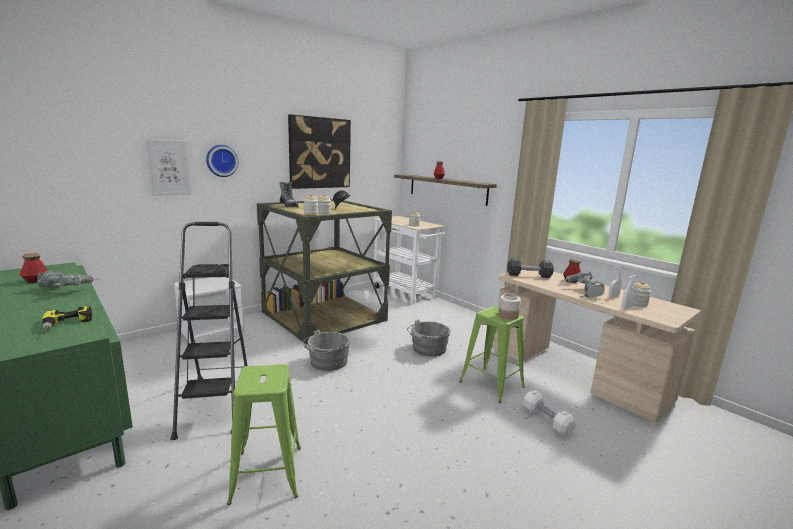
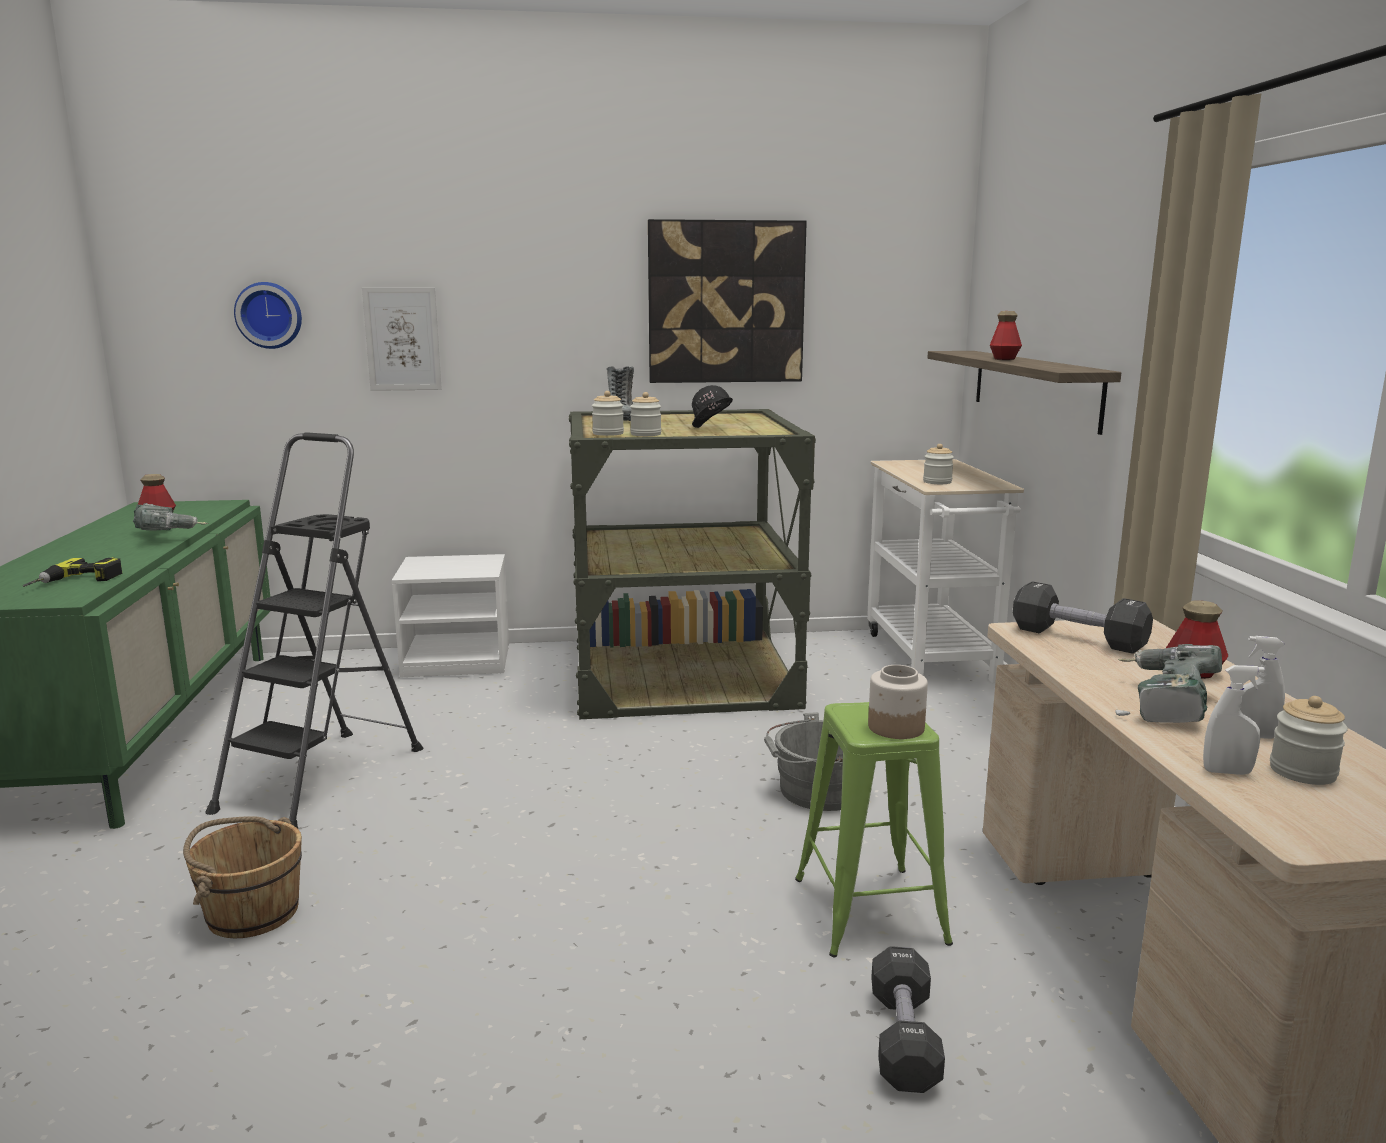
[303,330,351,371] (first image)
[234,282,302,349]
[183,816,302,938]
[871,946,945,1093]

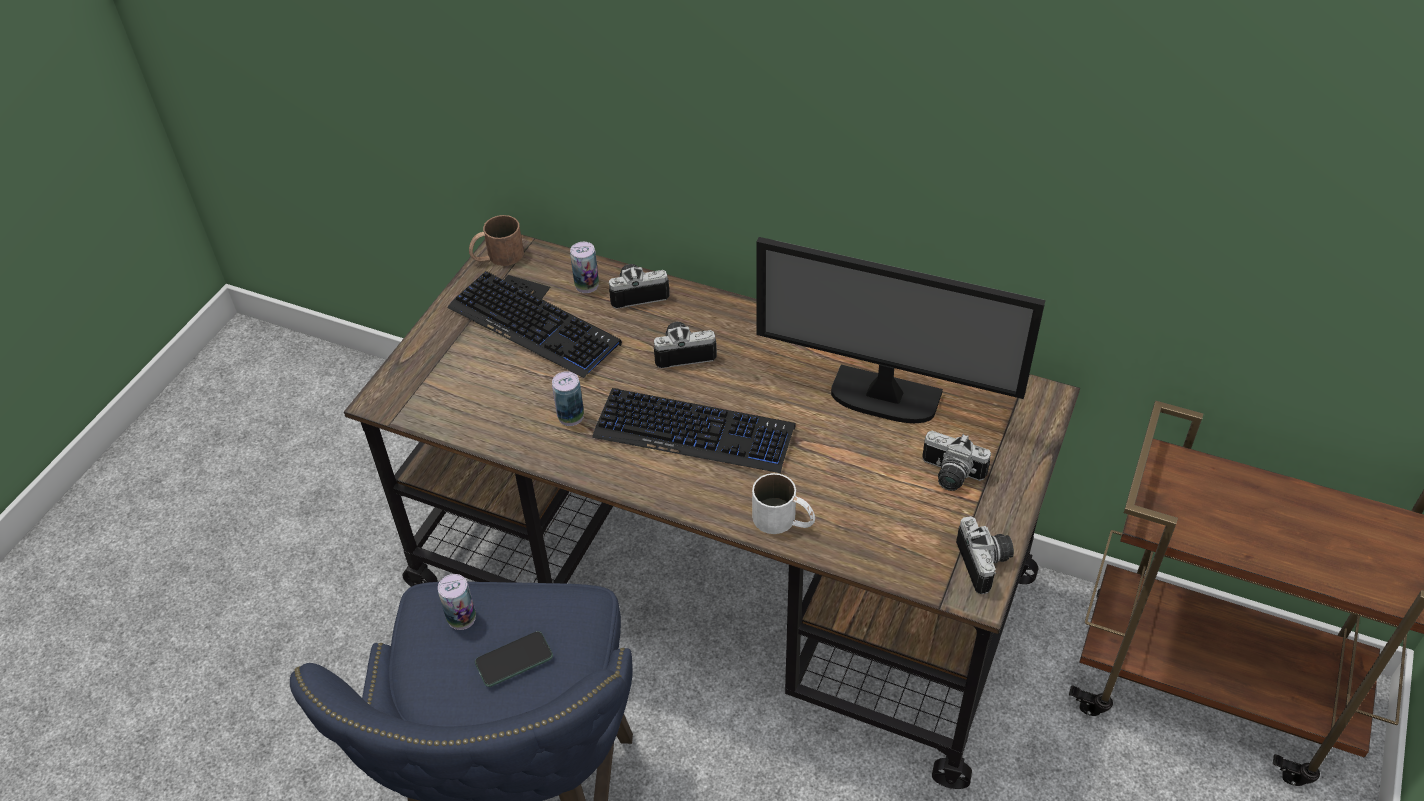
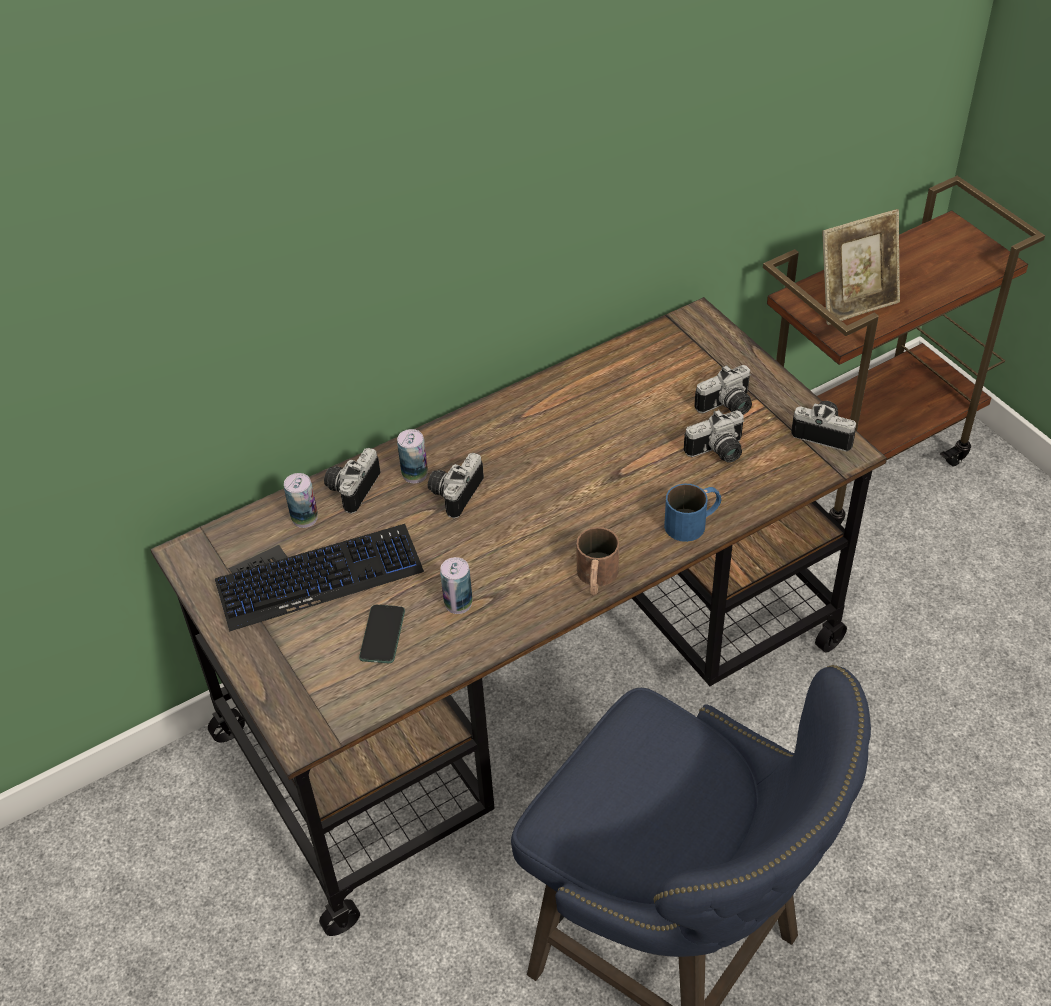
[592,388,795,473] (first image)
[756,237,1045,423] (first image)
[684,409,744,463]
[822,209,900,325]
[397,429,428,483]
[576,527,619,596]
[359,605,405,663]
[664,483,721,542]

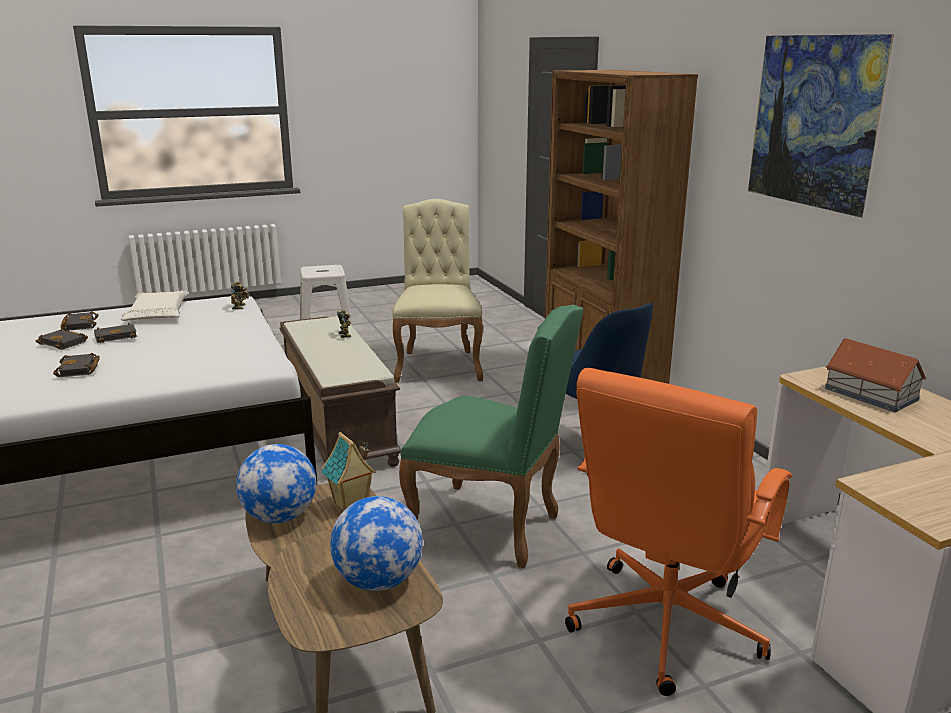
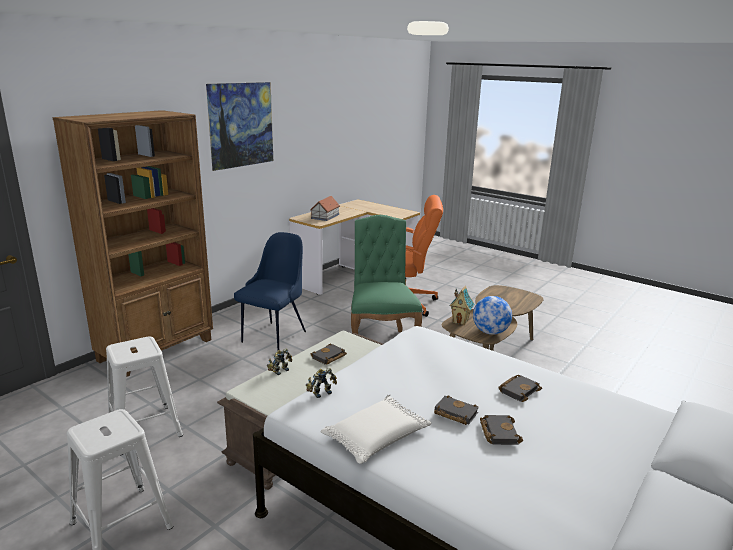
[330,496,423,591] (first image)
[311,344,347,365]
[106,337,183,456]

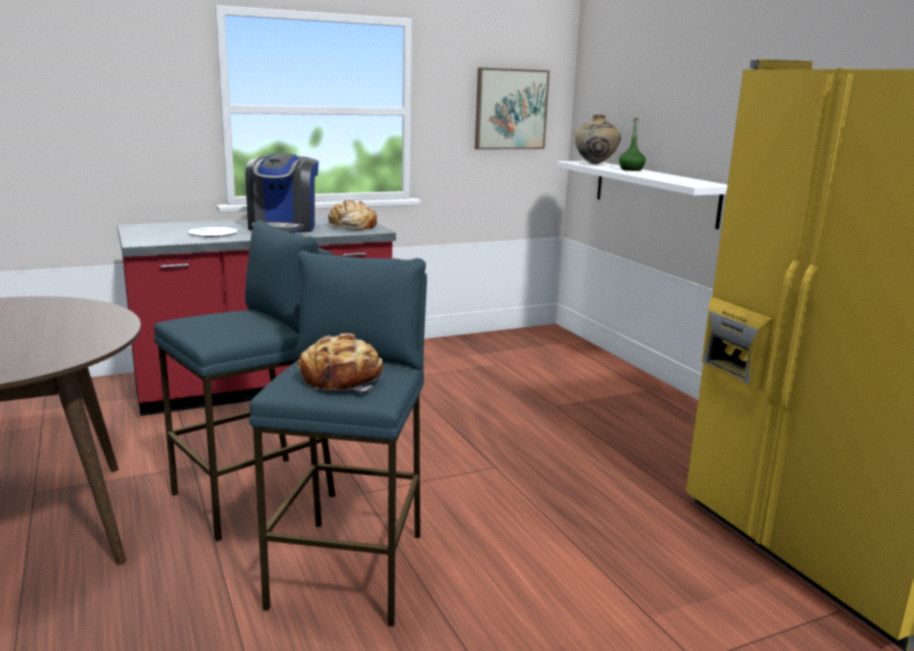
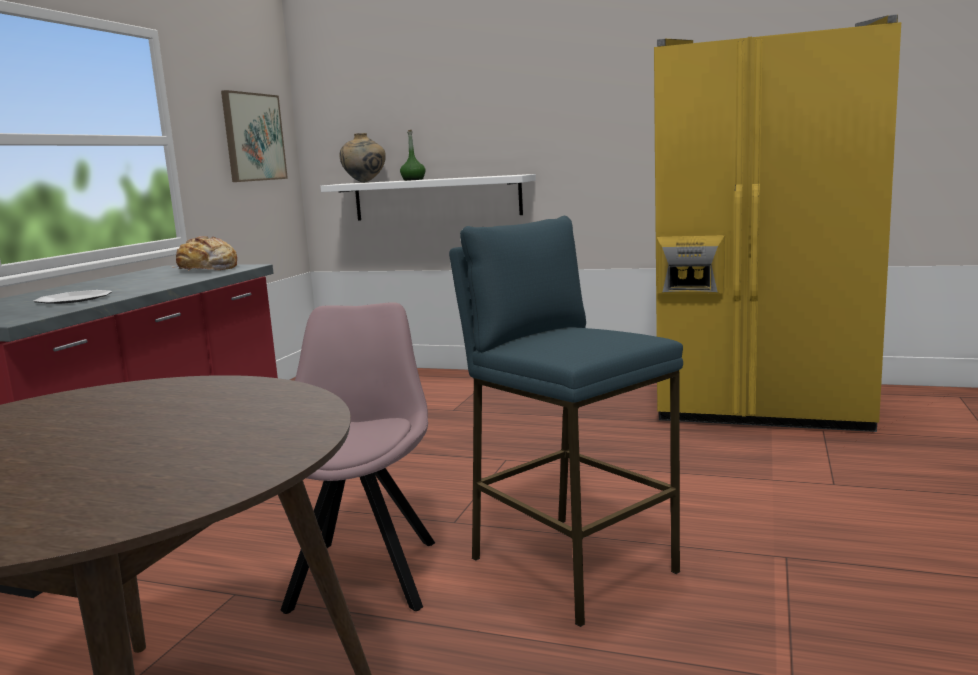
[245,153,319,233] (first image)
[297,333,383,391] (first image)
[281,302,435,614]

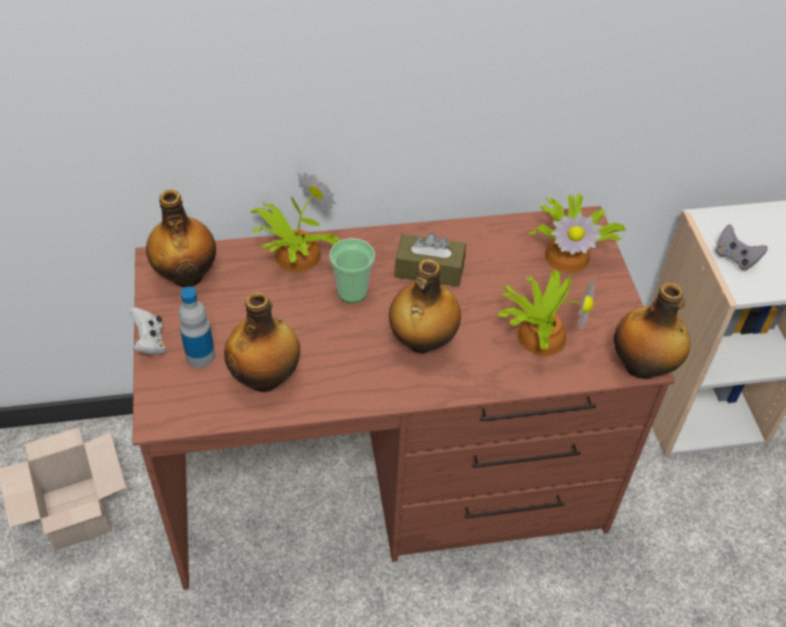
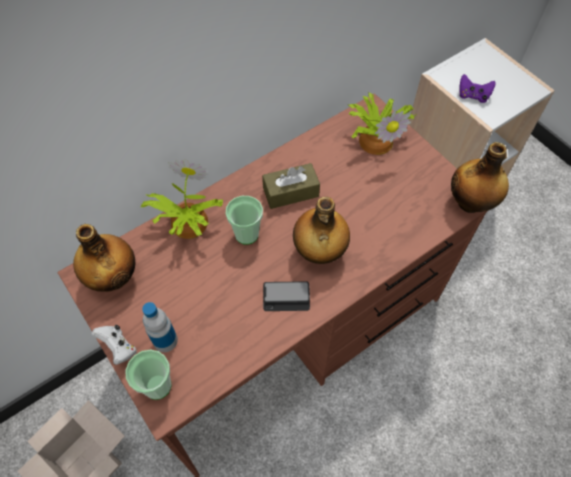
[224,292,300,392] (first image)
[498,269,595,356] (first image)
[125,349,171,400]
[263,281,310,311]
[459,74,496,103]

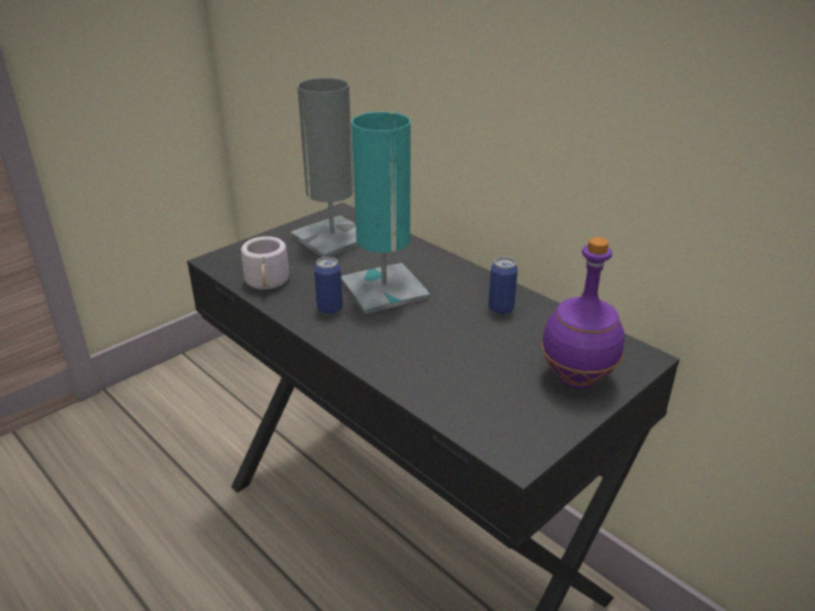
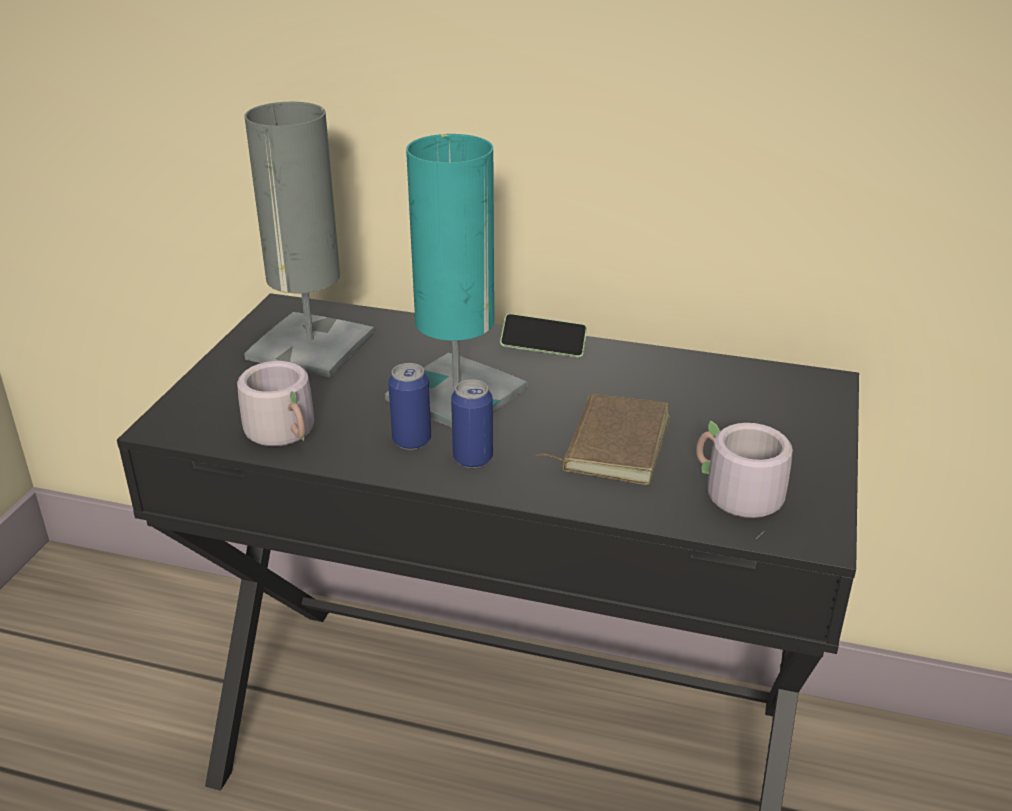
[541,237,624,388] (first image)
[500,314,587,358]
[536,394,670,485]
[696,421,793,539]
[451,379,493,468]

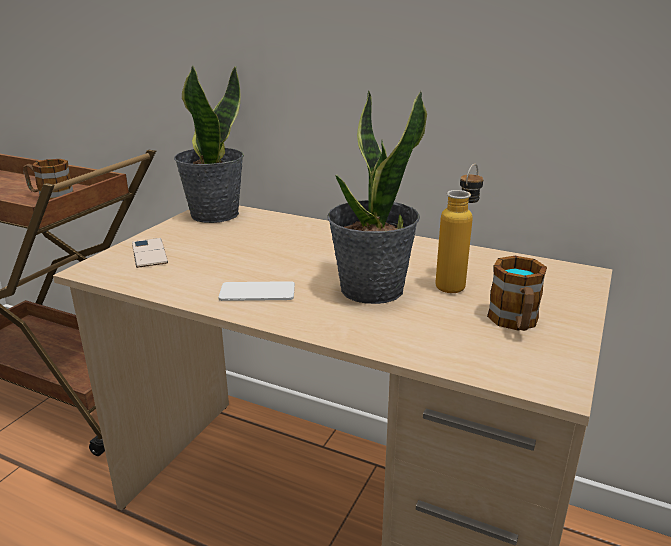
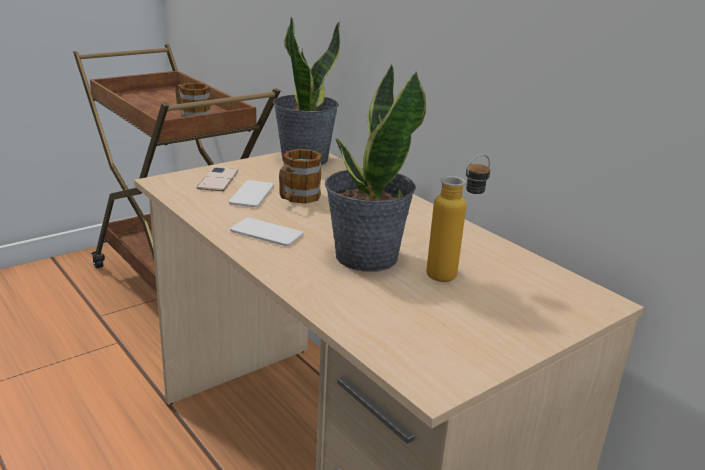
[229,180,274,207]
[279,149,322,204]

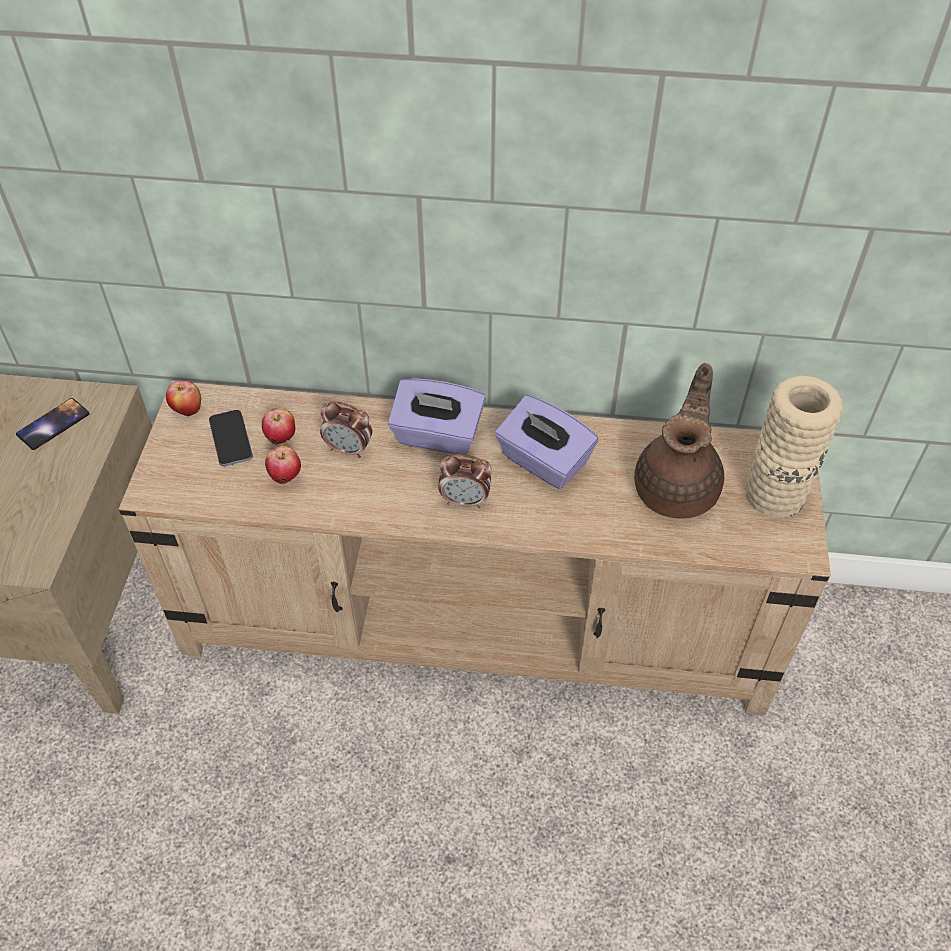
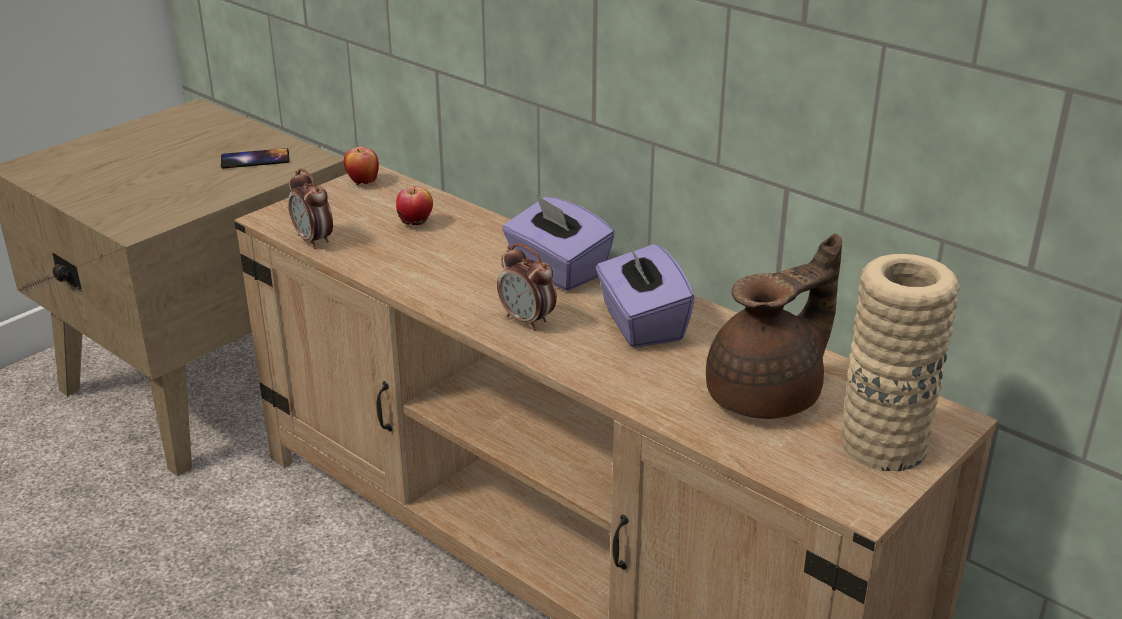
[209,410,253,466] (first image)
[265,446,301,484] (first image)
[288,169,333,249]

